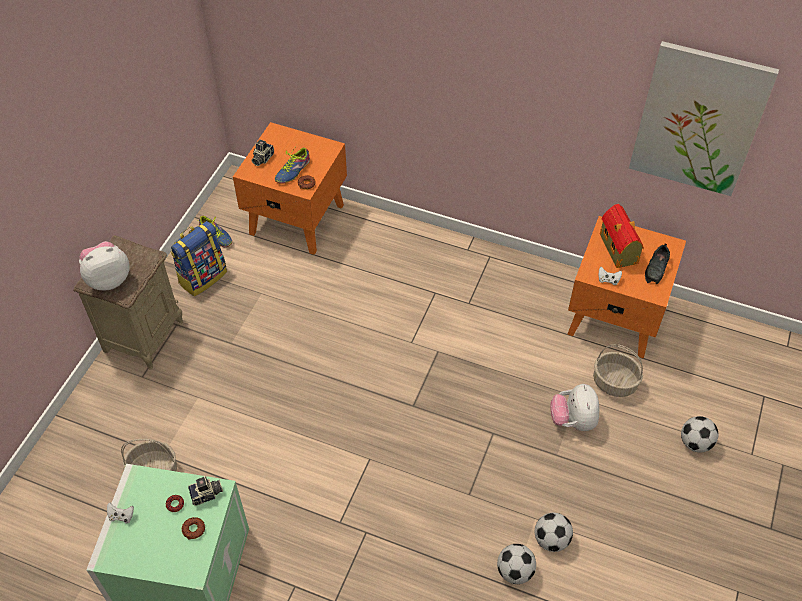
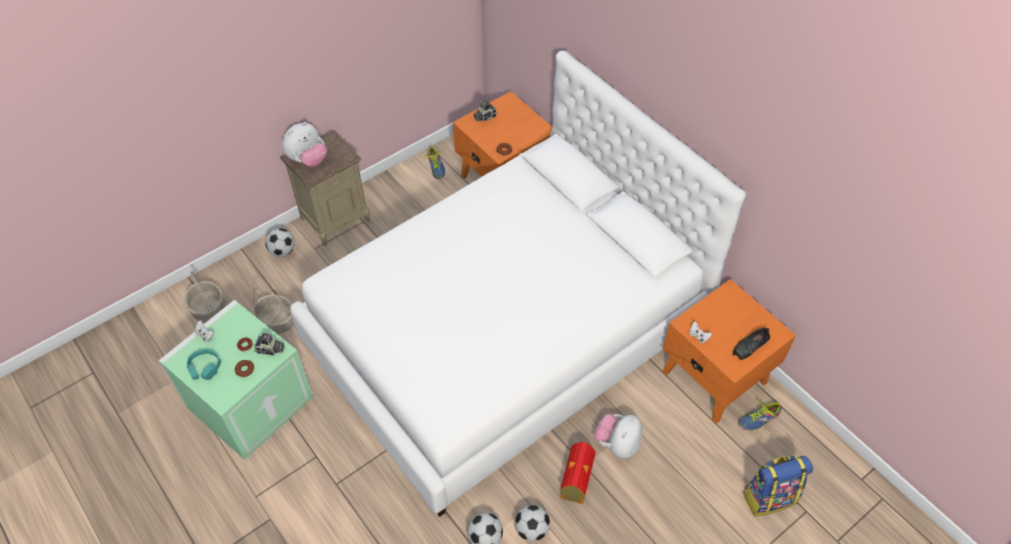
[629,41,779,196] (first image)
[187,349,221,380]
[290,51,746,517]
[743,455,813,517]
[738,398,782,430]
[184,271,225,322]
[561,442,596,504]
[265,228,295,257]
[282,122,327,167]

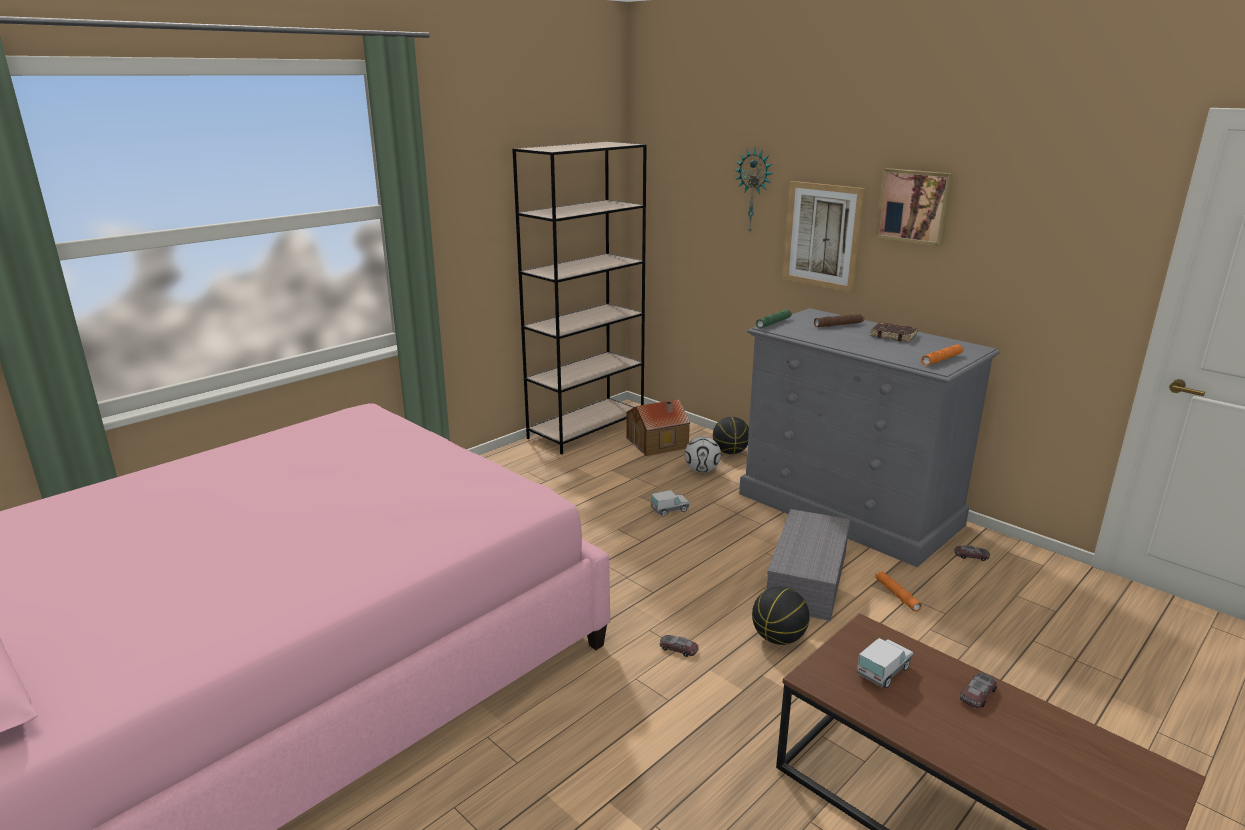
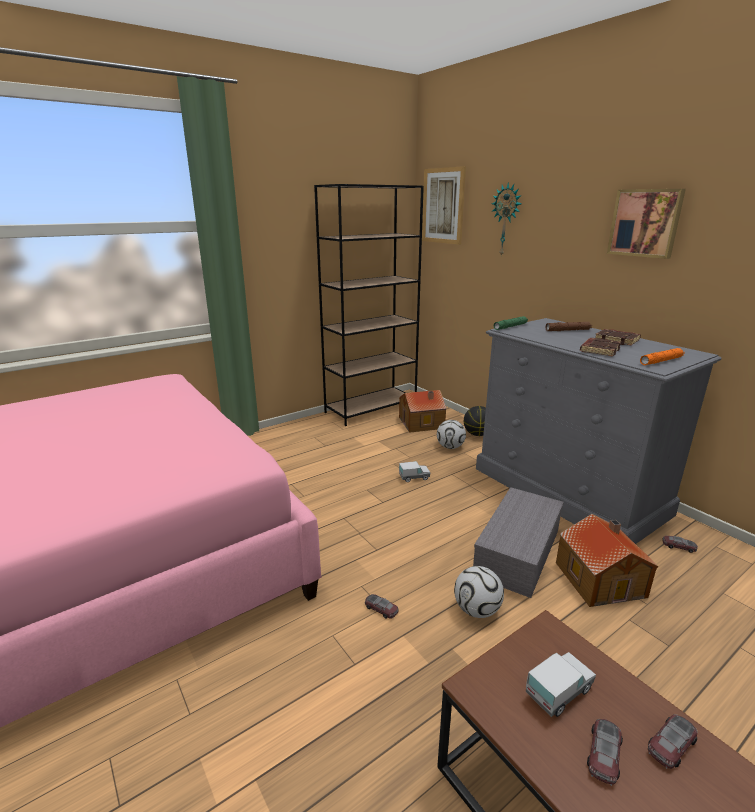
[580,338,621,357]
[587,719,623,786]
[422,166,466,245]
[454,566,504,618]
[556,514,659,607]

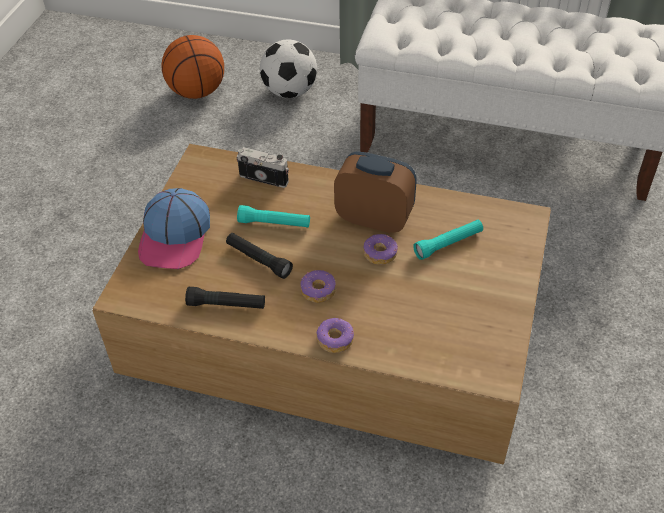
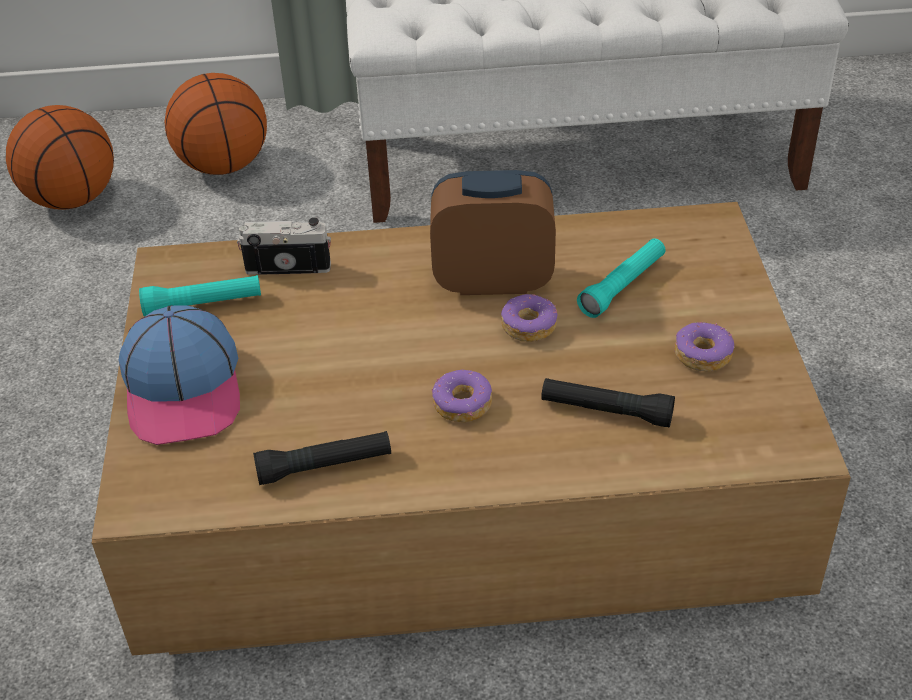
[541,378,675,428]
[139,275,261,316]
[675,322,734,372]
[165,73,267,175]

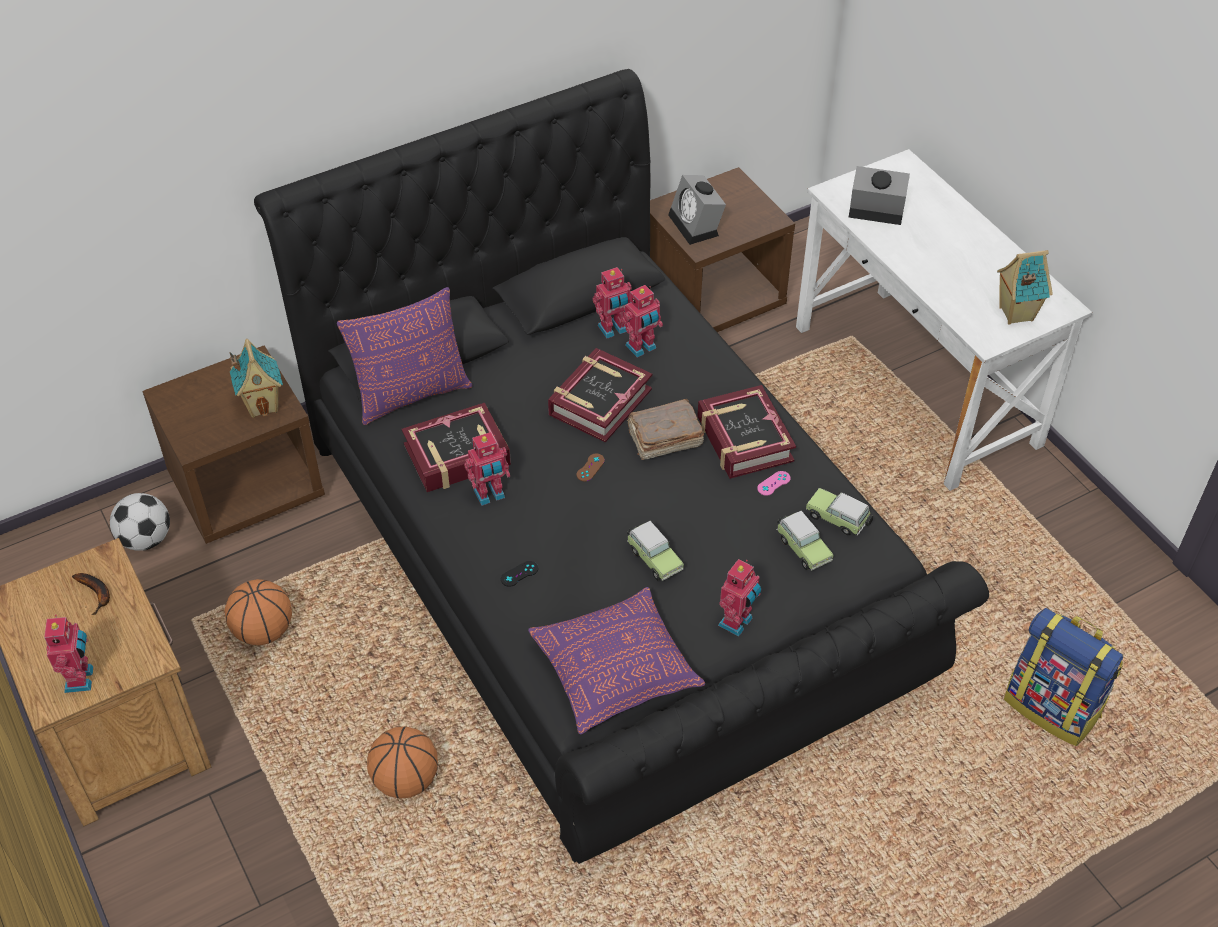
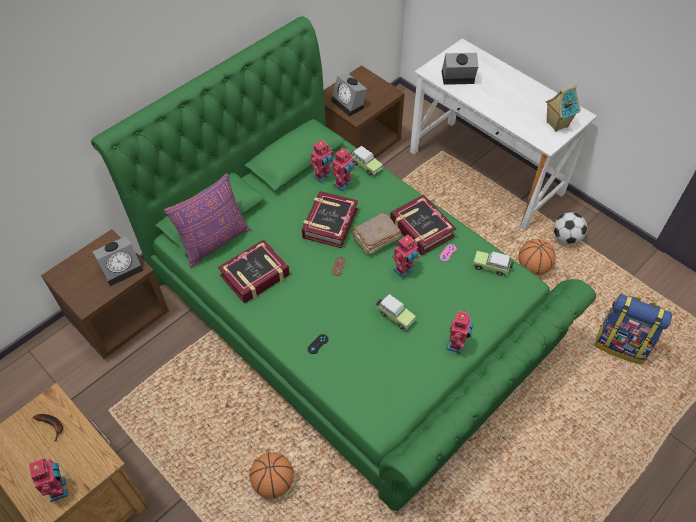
[528,587,705,734] (first image)
[554,212,587,245]
[518,239,556,275]
[393,235,419,279]
[350,146,383,176]
[92,236,143,286]
[91,16,596,511]

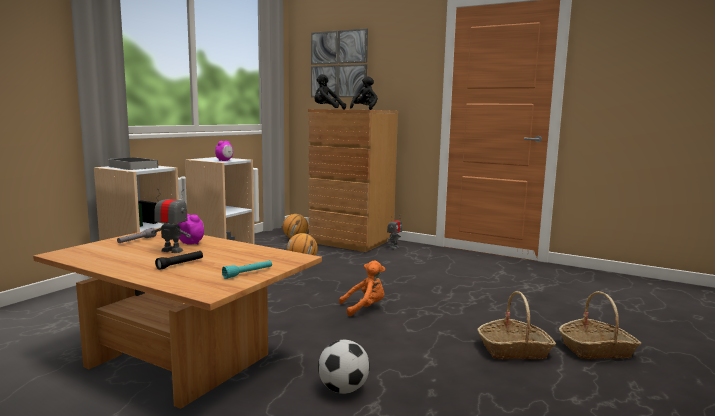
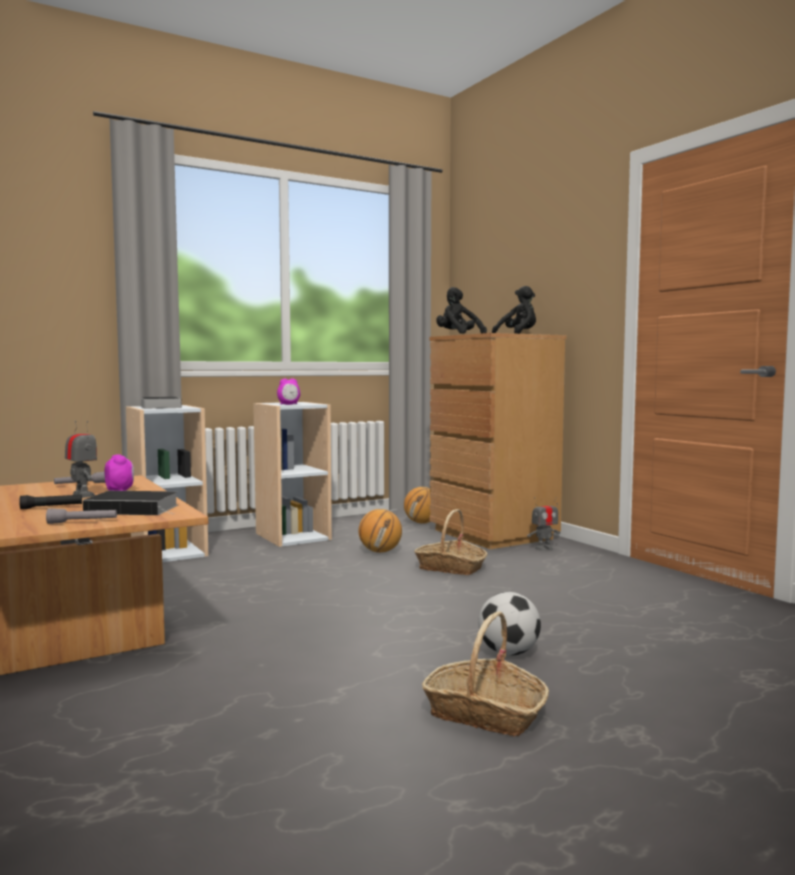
[311,28,368,97] (first image)
[339,260,385,316] (first image)
[83,491,178,515]
[478,592,541,656]
[414,509,488,575]
[46,508,117,524]

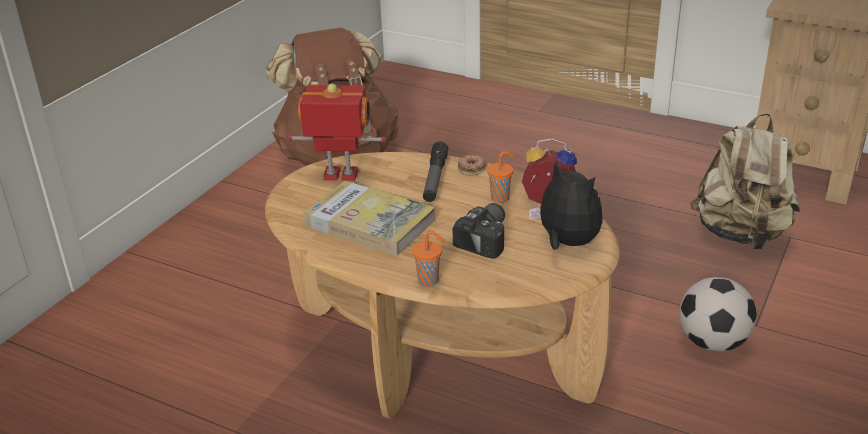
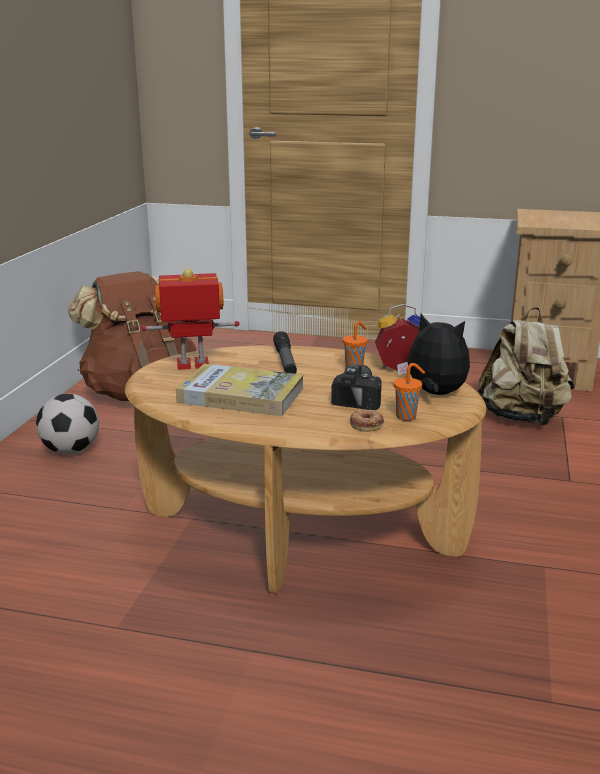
[394,363,425,421]
[350,409,384,432]
[36,394,99,454]

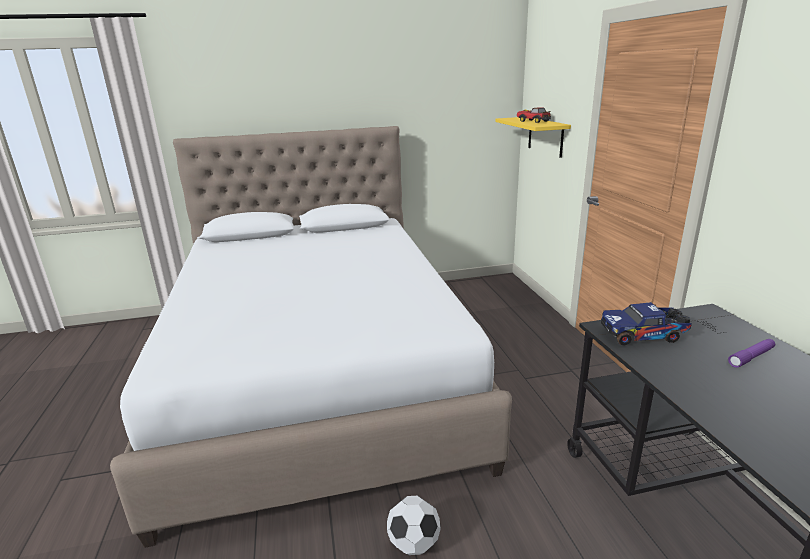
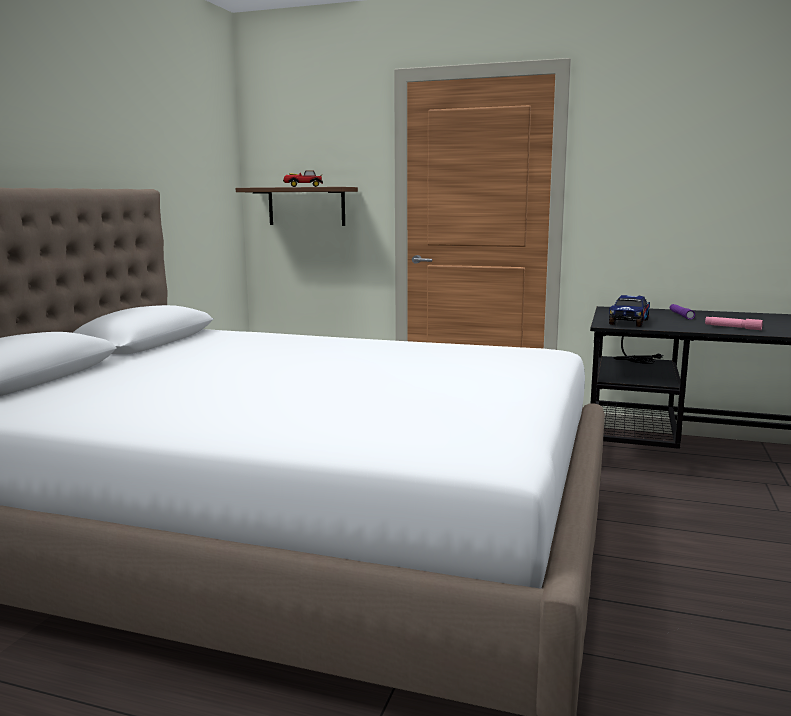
[387,496,441,555] (first image)
[705,317,763,330]
[236,187,358,226]

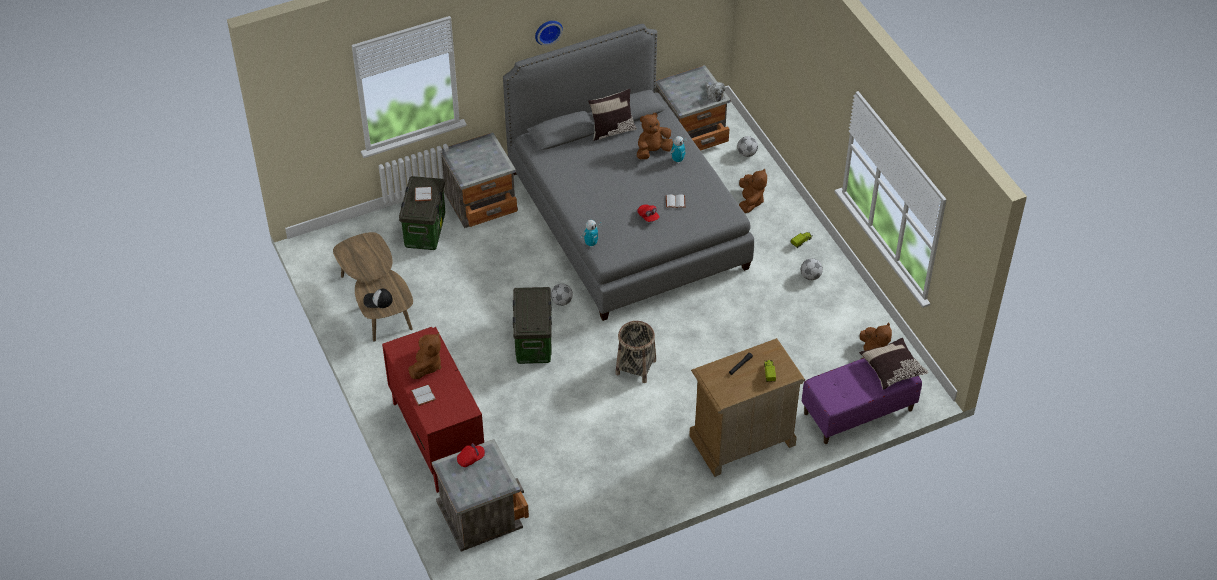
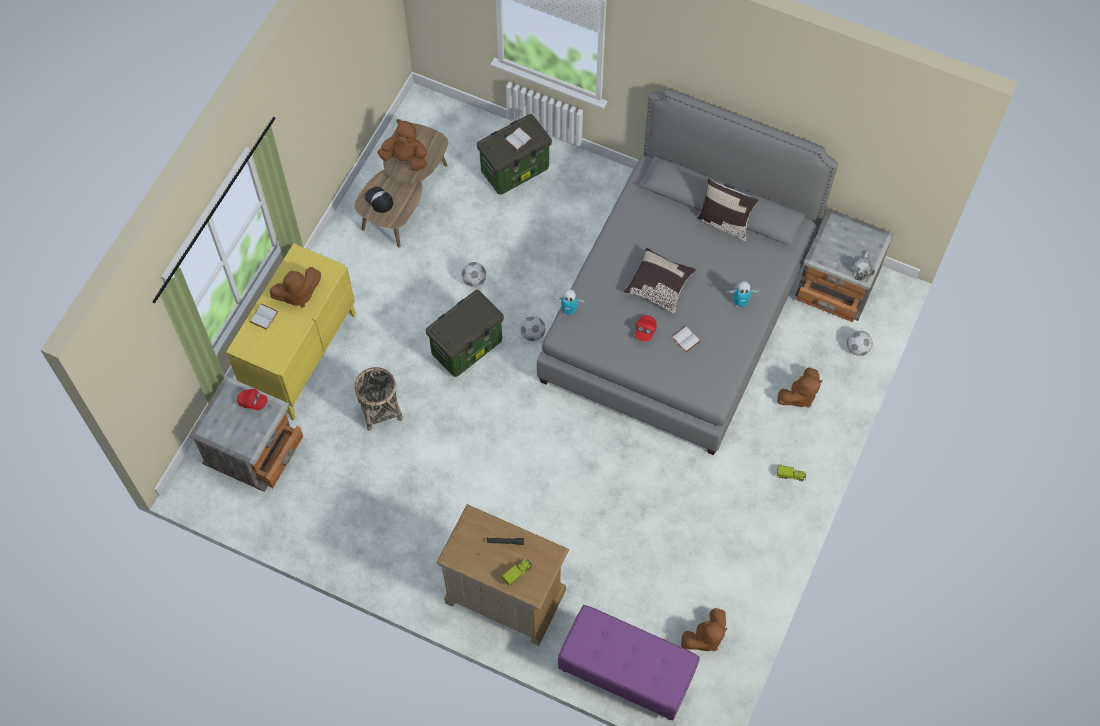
[441,132,518,228] (first image)
[535,21,563,46] (first image)
[354,367,403,431]
[377,119,427,171]
[462,262,486,287]
[623,248,696,313]
[226,243,356,420]

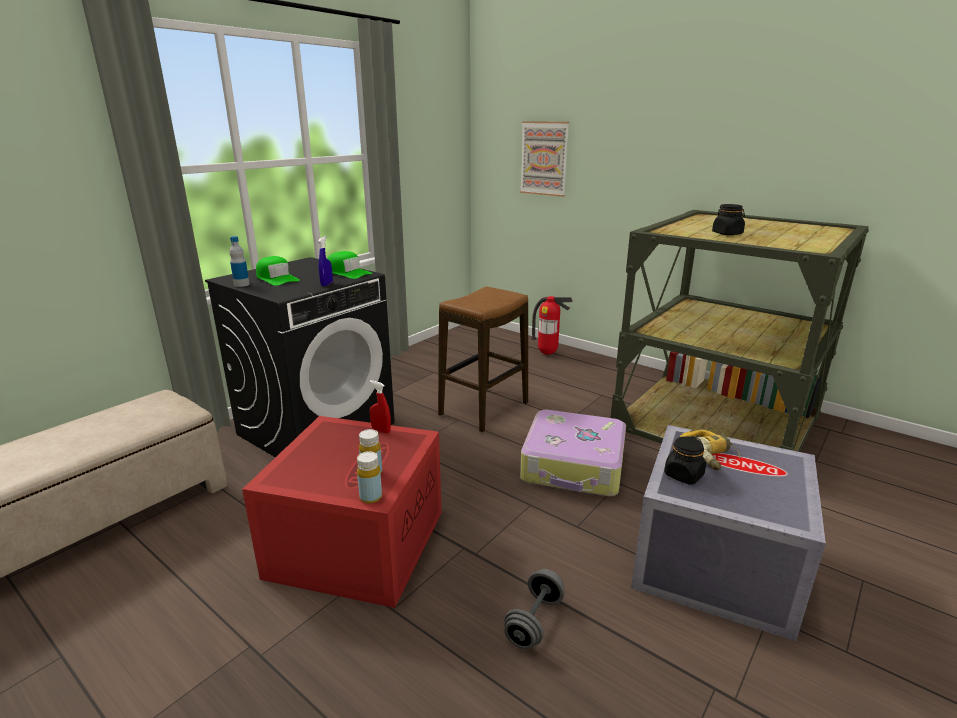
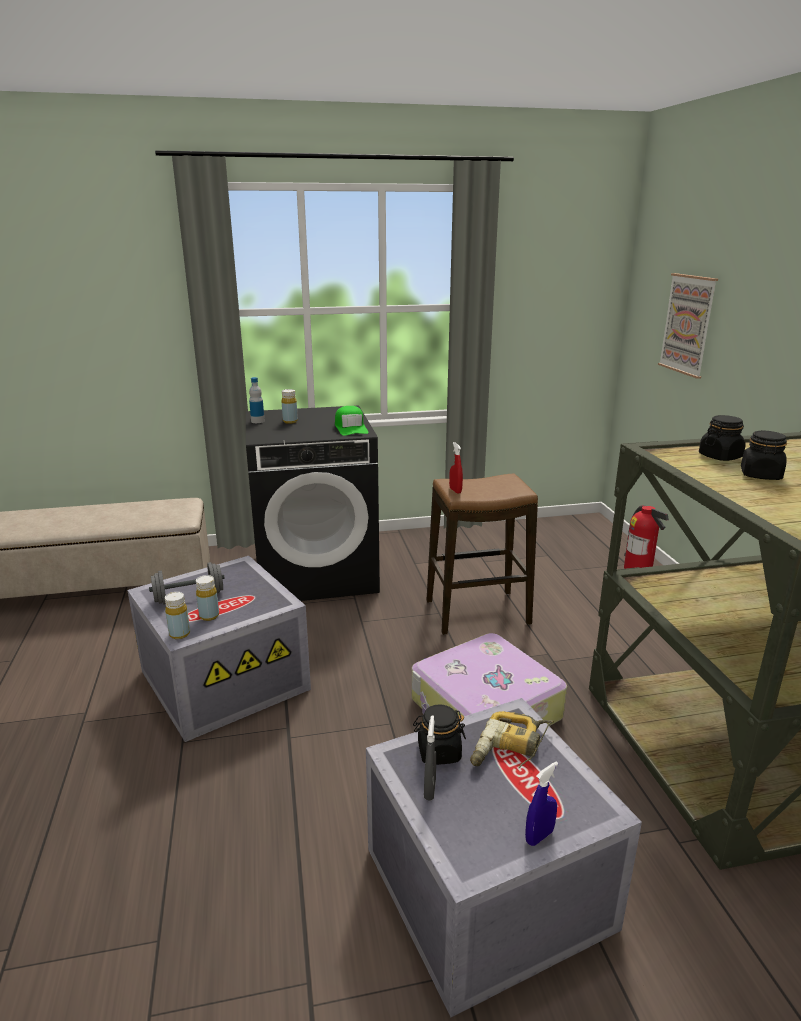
[424,715,436,801]
[699,415,746,461]
[525,761,558,846]
[449,442,463,493]
[149,562,225,605]
[282,389,298,424]
[127,556,311,742]

